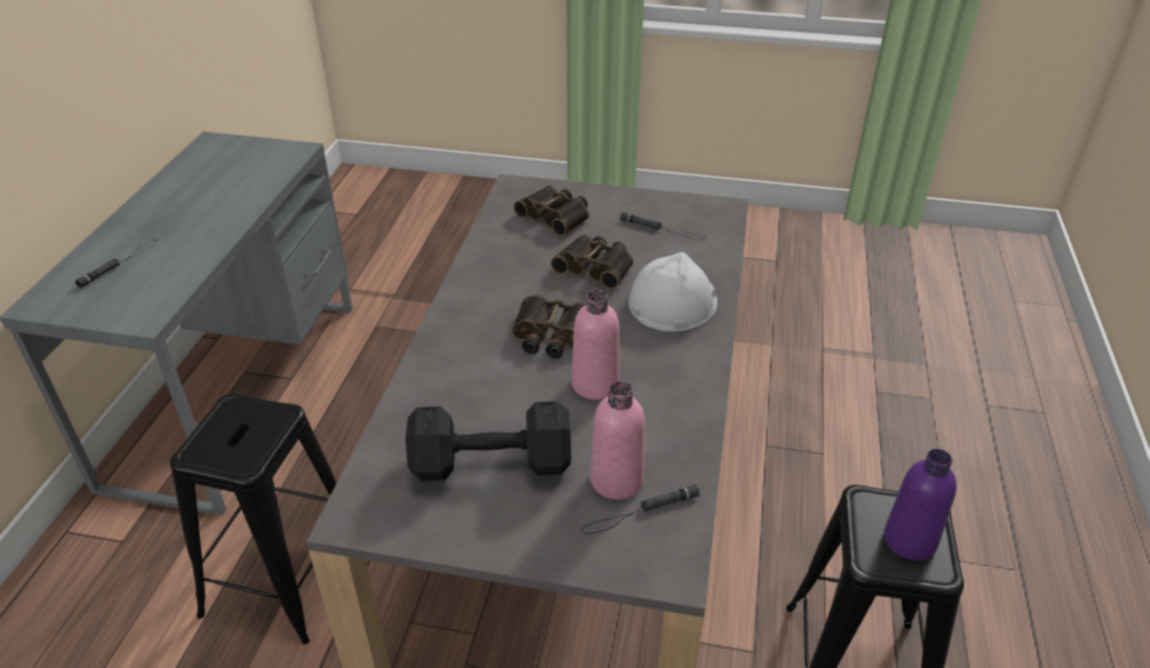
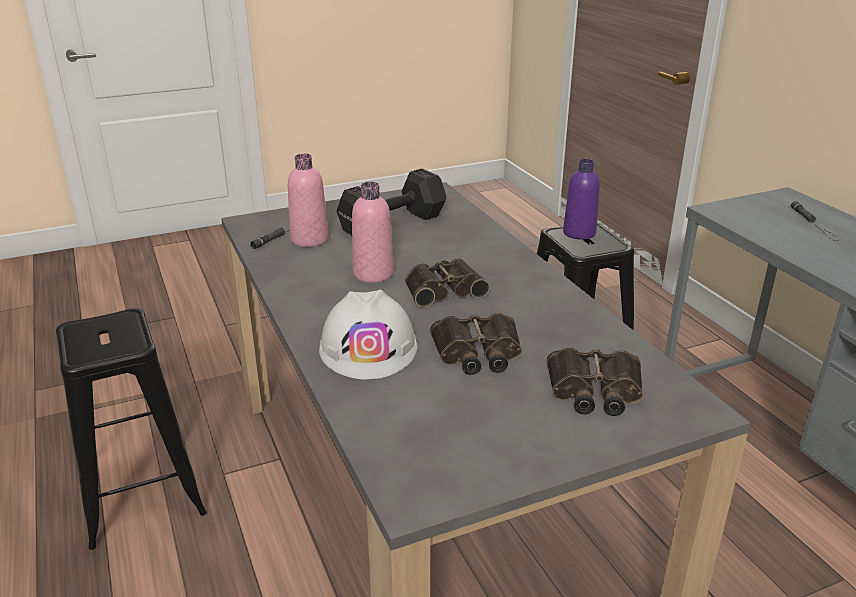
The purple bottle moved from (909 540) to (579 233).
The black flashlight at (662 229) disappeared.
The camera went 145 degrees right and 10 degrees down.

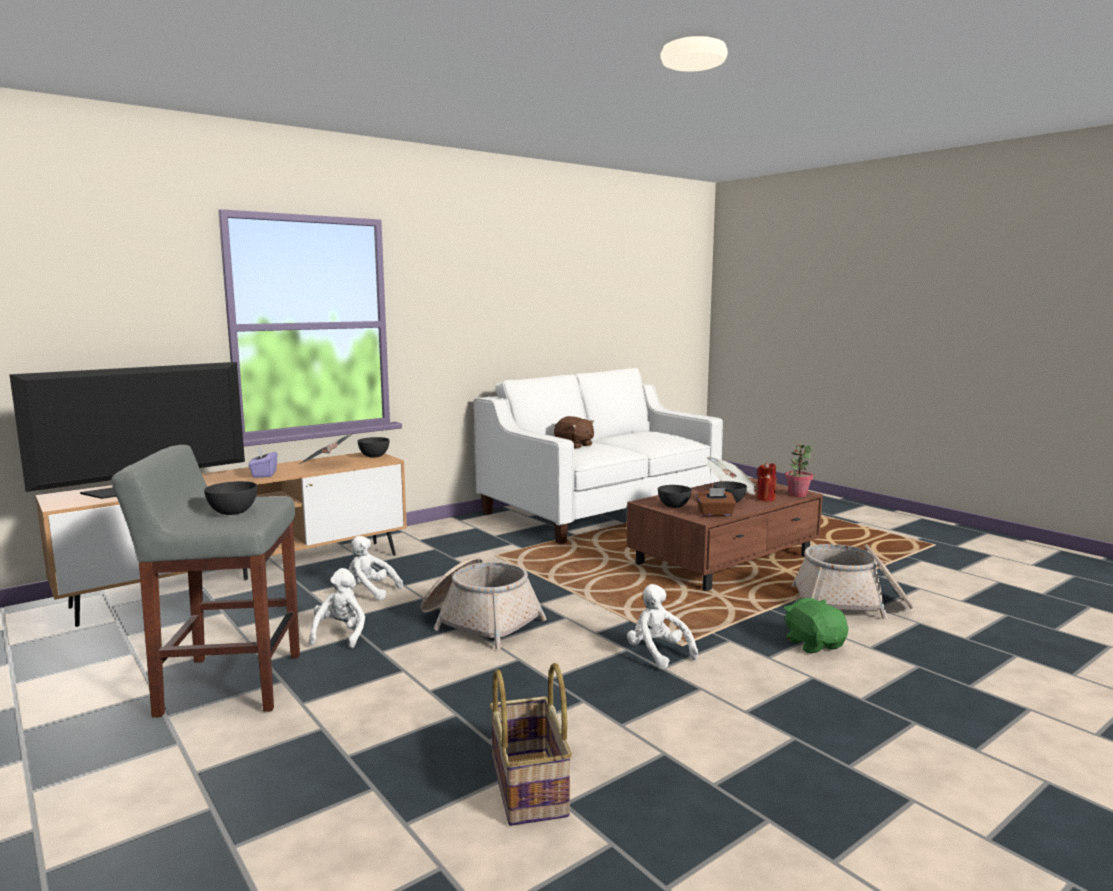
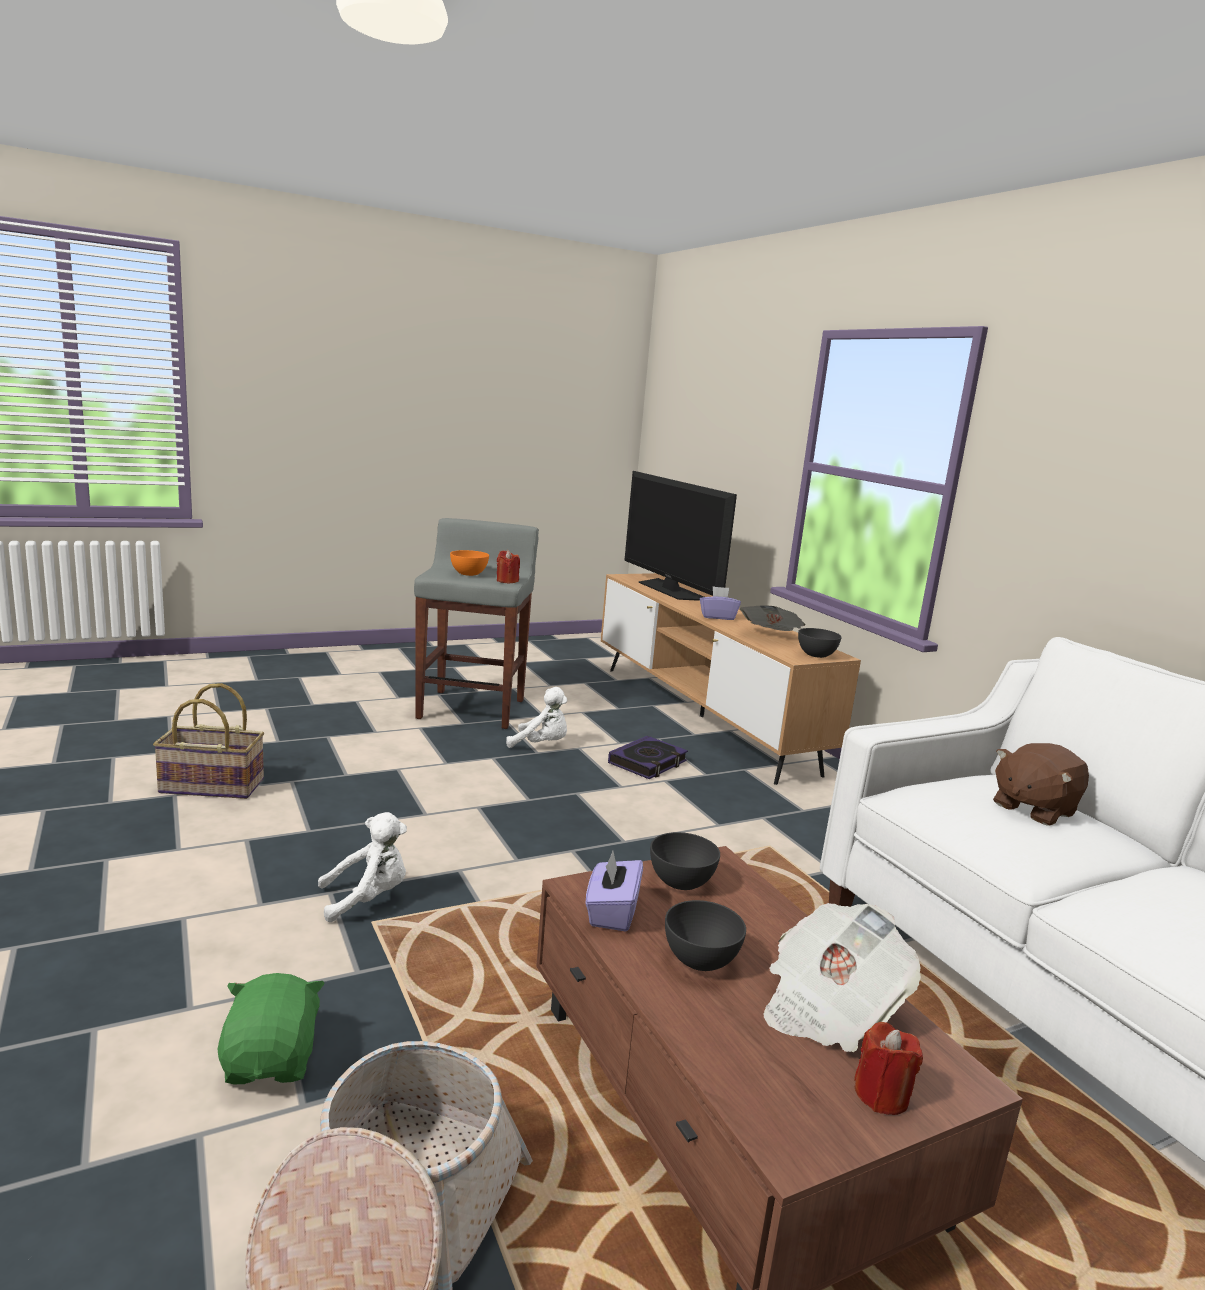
The green plush toy at (814 644) turned 90 degrees counterclockwise.
The grey bowl at (233 512) became the orange bowl at (469 574).
The red candle moved from (766 499) to (507 581).
The brown tissue box at (715 514) became the purple tissue box at (611 912).
The white plush toy at (369 592) was replaced by the book at (648 763).
The basket at (479 621) disappeared.
The potted plant at (797 495) disappeared.
The camera went 100 degrees right and 5 degrees up.

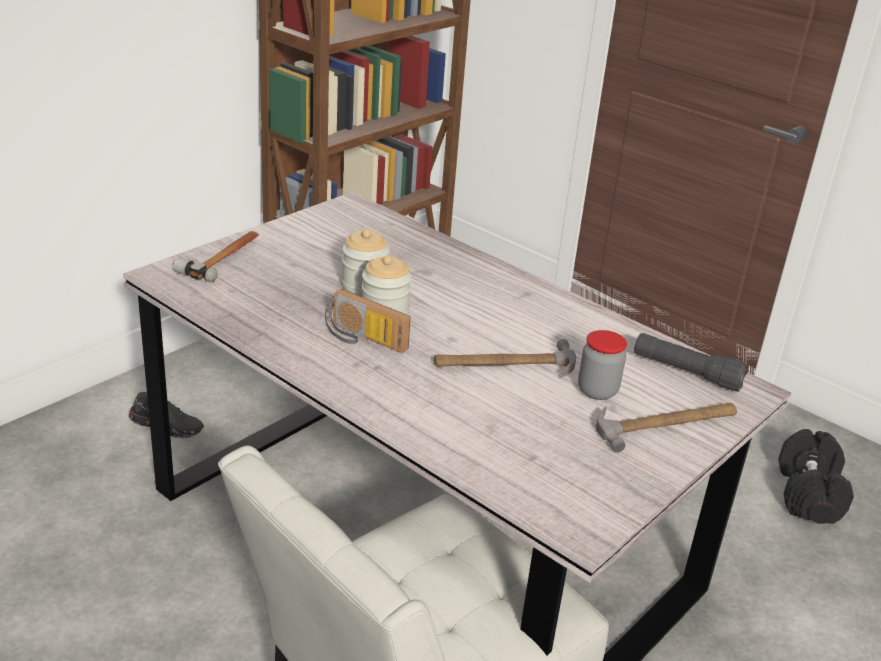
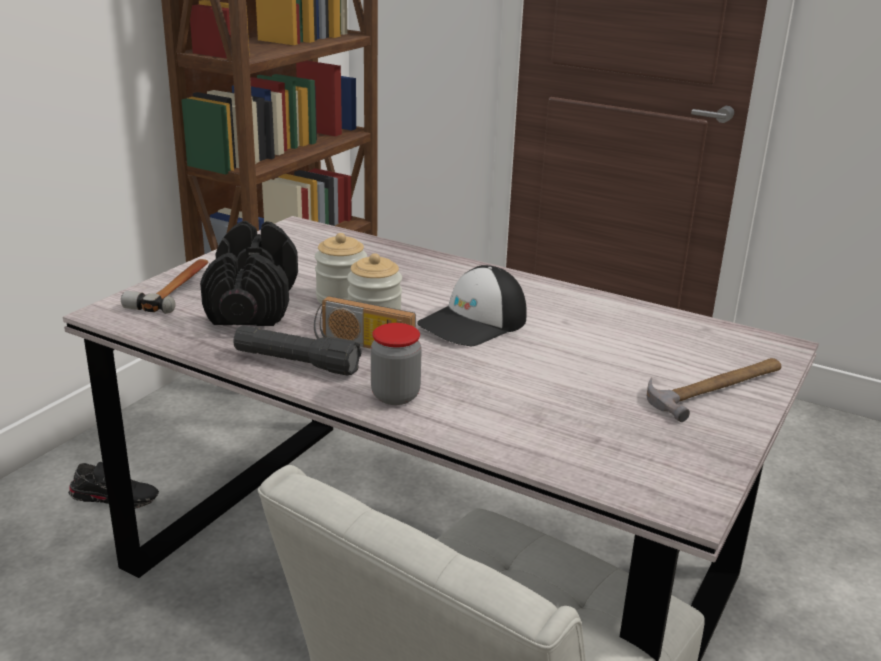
The black dumbbell moved from (809 494) to (253 303).
The black flashlight moved from (686 372) to (296 363).
The jar moved from (597 391) to (395 396).
The cap at (474 323) appeared.
The hammer at (504 364) disappeared.
The camera went 10 degrees left and 5 degrees down.

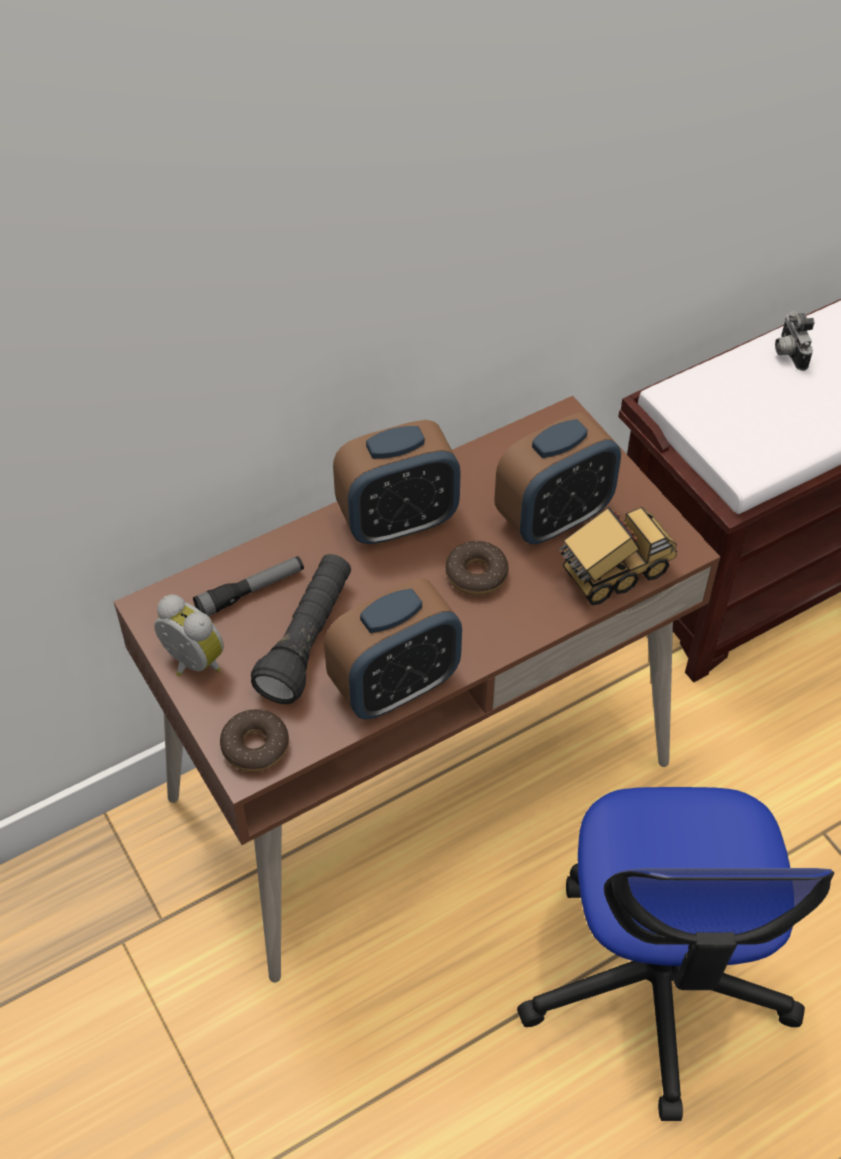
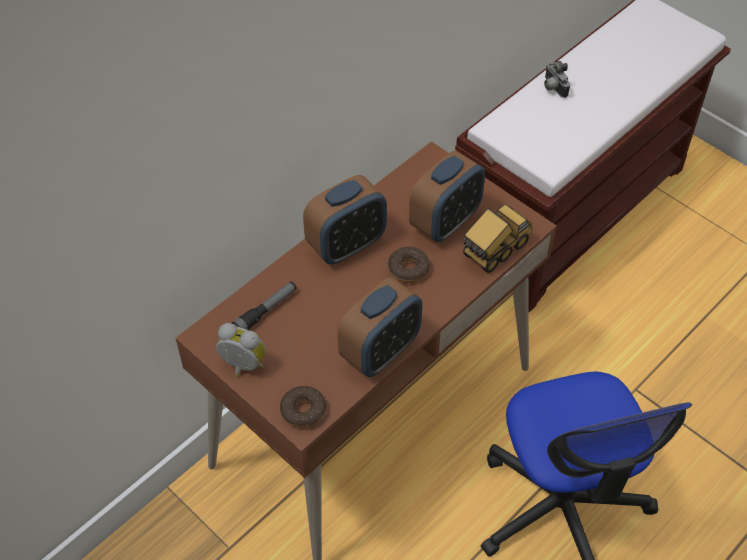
The black flashlight at (307 639) disappeared.
The camera went 15 degrees left and 0 degrees up.

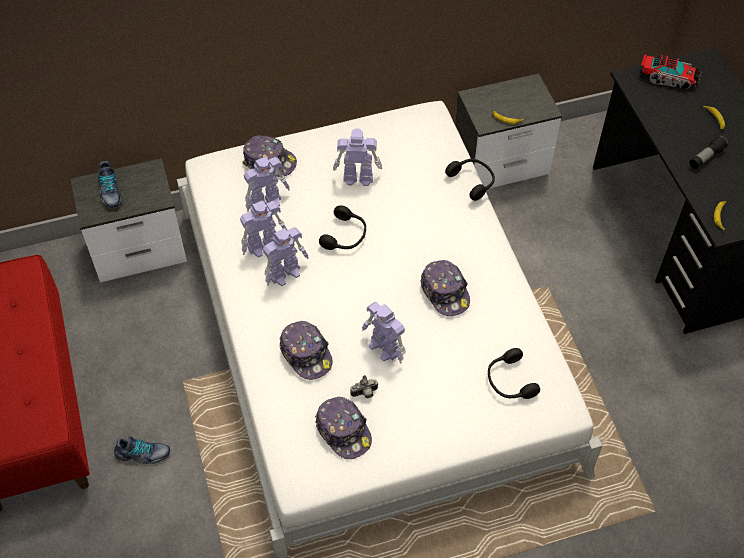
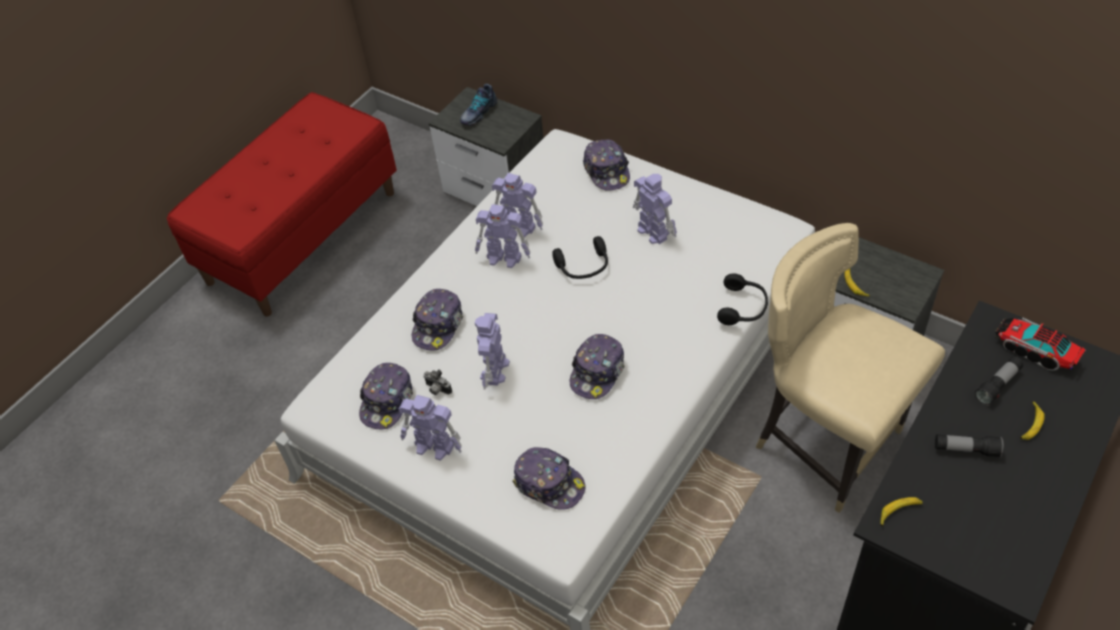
The toy robot moved from (267 202) to (435 447).
The black headphones at (509 381) was replaced by the cap at (549 483).
The beige chair at (827 443) appeared.
The flashlight at (997 385) appeared.
The toy truck at (668 78) turned 150 degrees clockwise.
The shoe at (143 454) disappeared.
The camera went 55 degrees right and 5 degrees down.

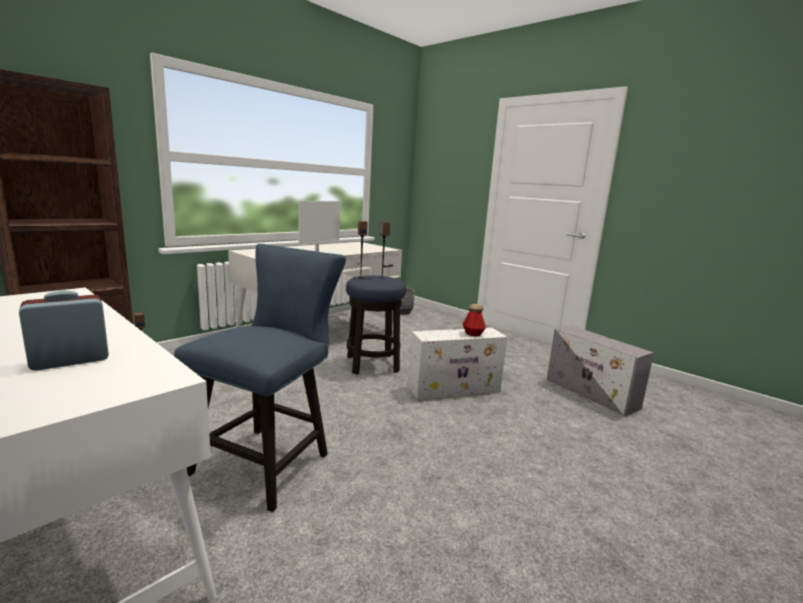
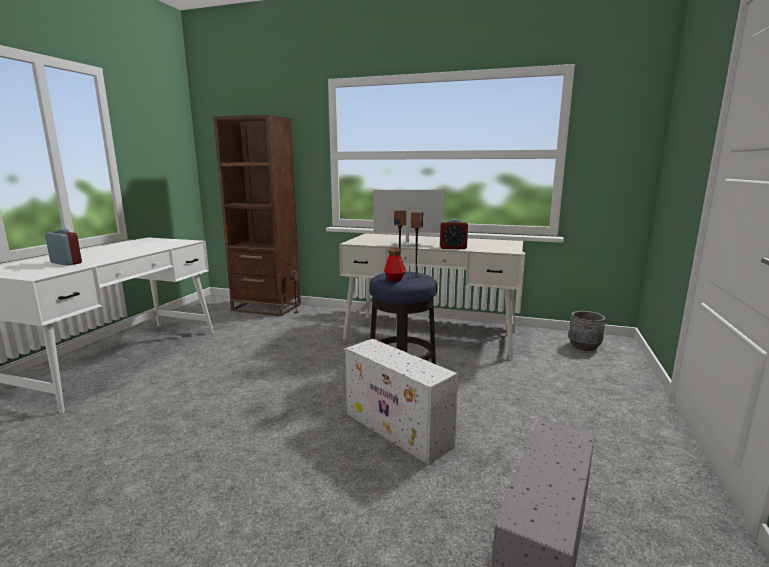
The bottle moved from (473 334) to (394 279).
The alarm clock at (453 248) appeared.
The blue chair at (268 460) disappeared.
The camera went 65 degrees right and 0 degrees up.

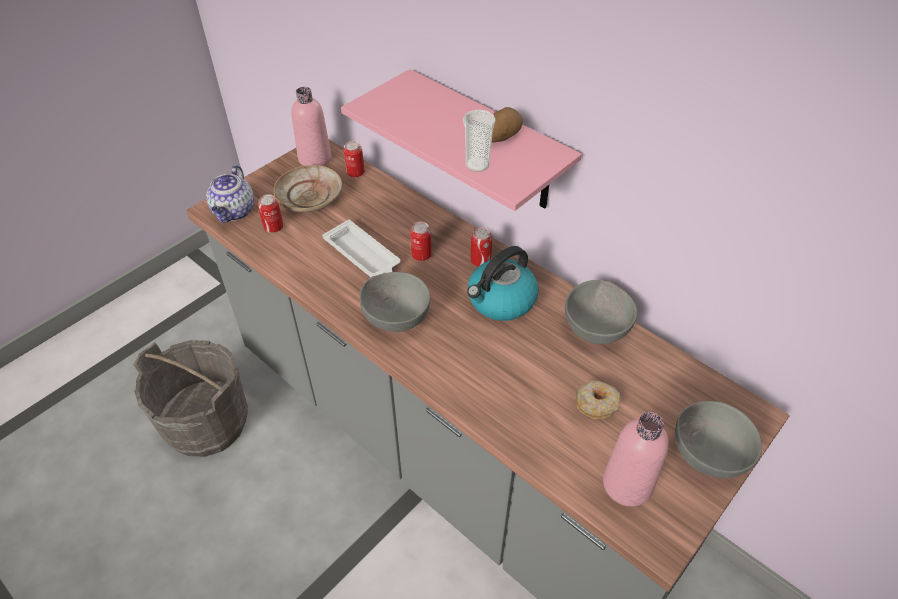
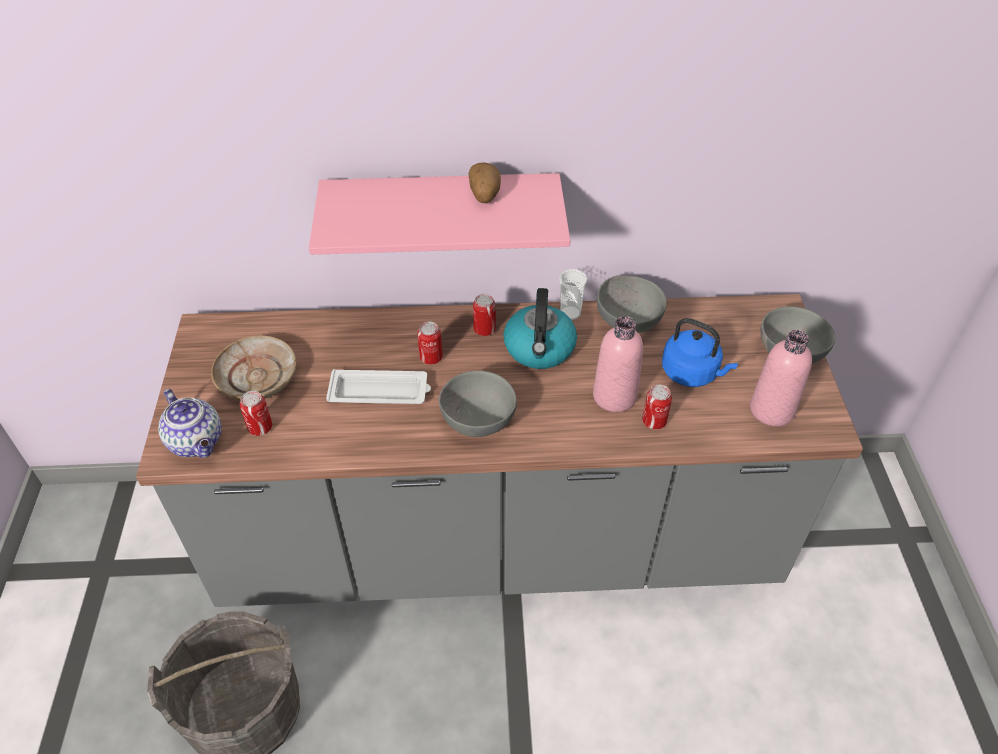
The cup moved from (477 165) to (570 313).
The pink bottle moved from (315 158) to (614 396).
The can moved from (355 173) to (654 421).
The donut at (596 403) was replaced by the blue kettle at (692 373).
The camera went 45 degrees left and 0 degrees up.

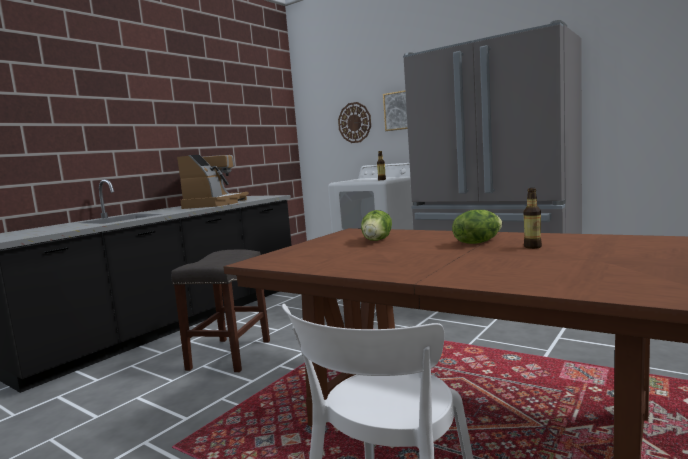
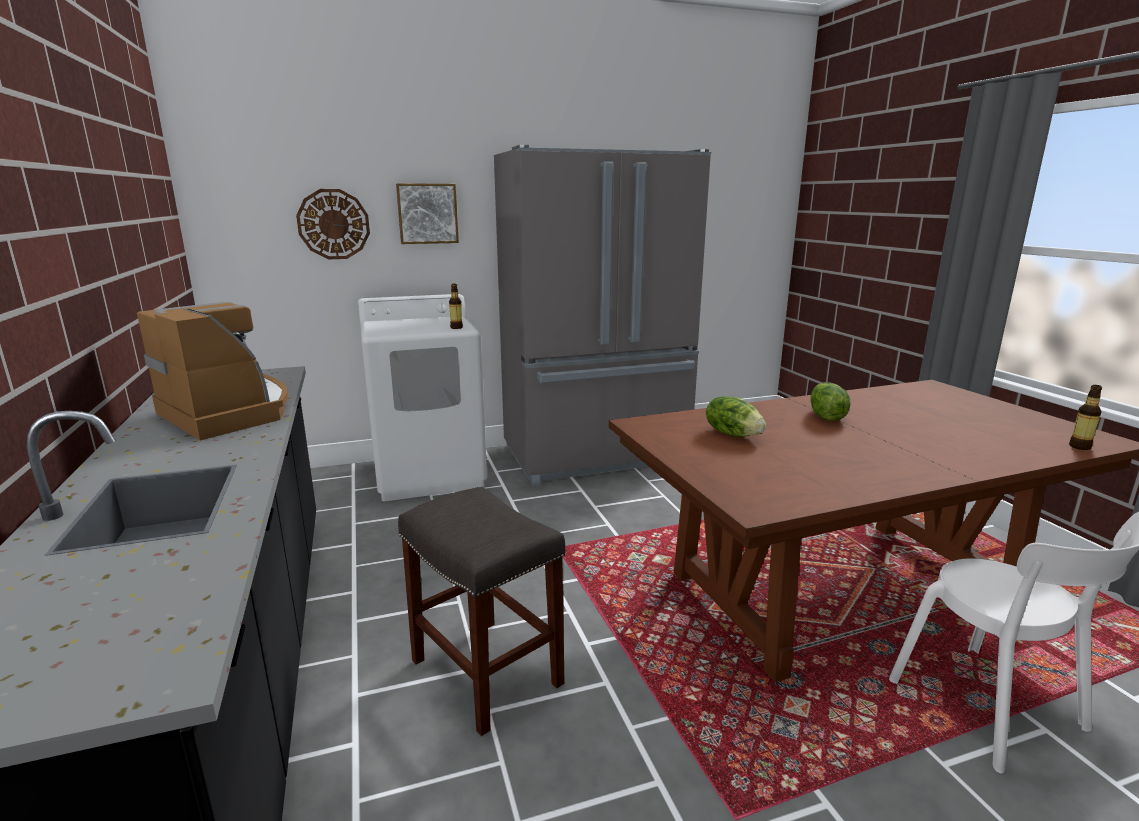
The bottle moved from (532 247) to (1079 447).
The camera went 55 degrees left and 10 degrees up.

